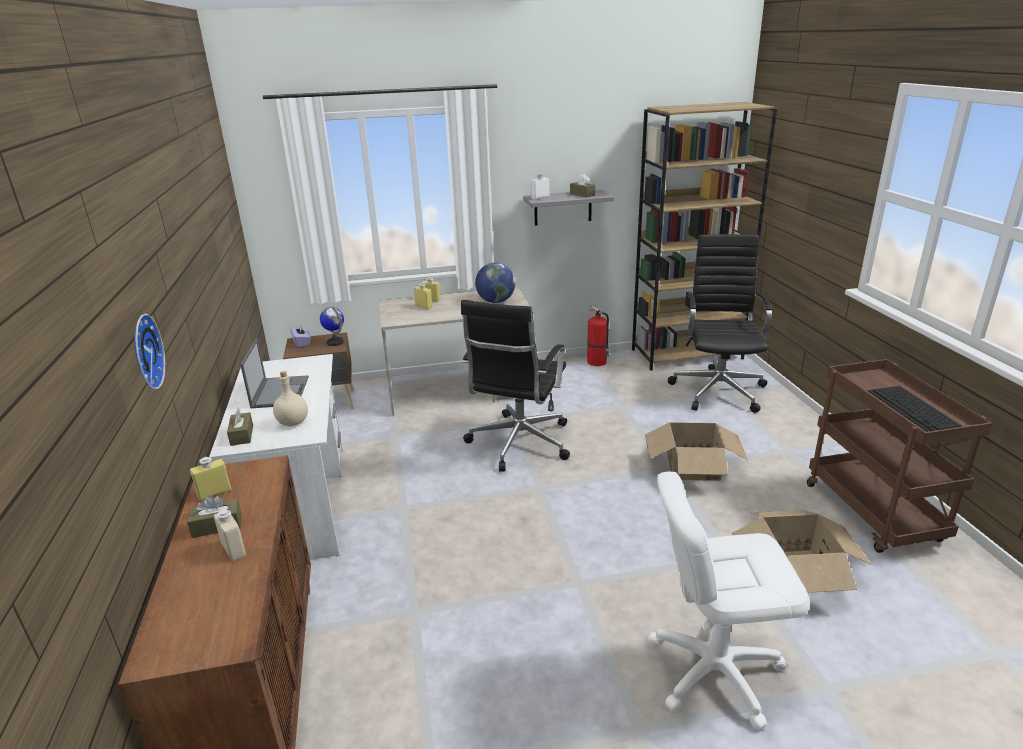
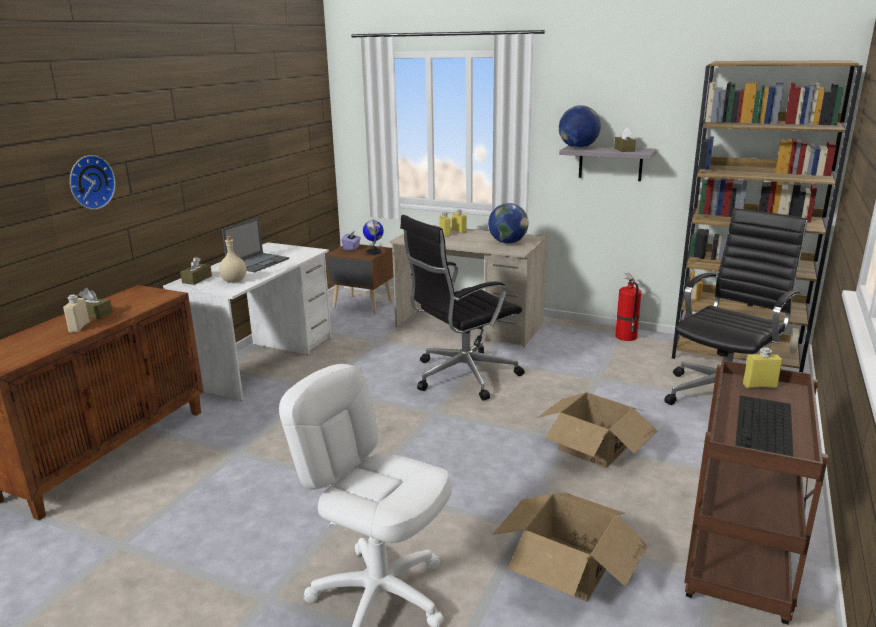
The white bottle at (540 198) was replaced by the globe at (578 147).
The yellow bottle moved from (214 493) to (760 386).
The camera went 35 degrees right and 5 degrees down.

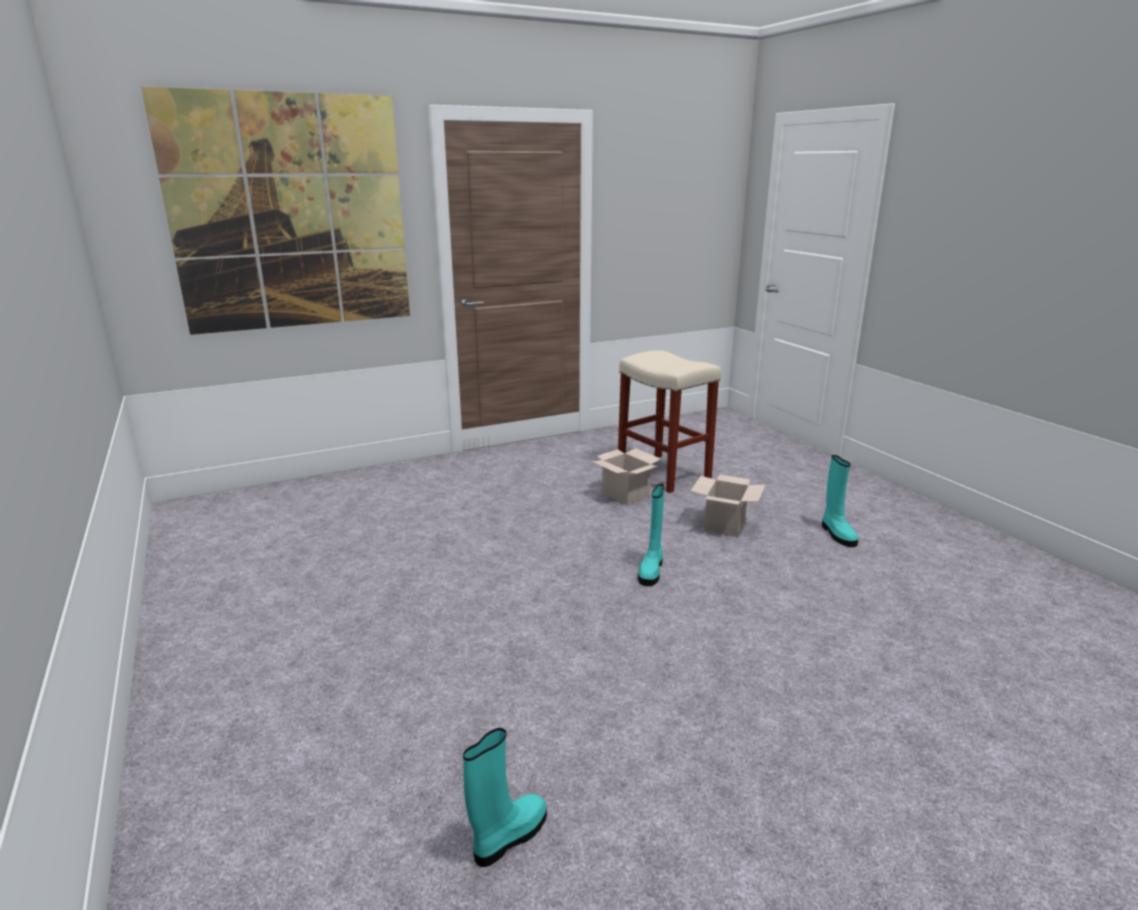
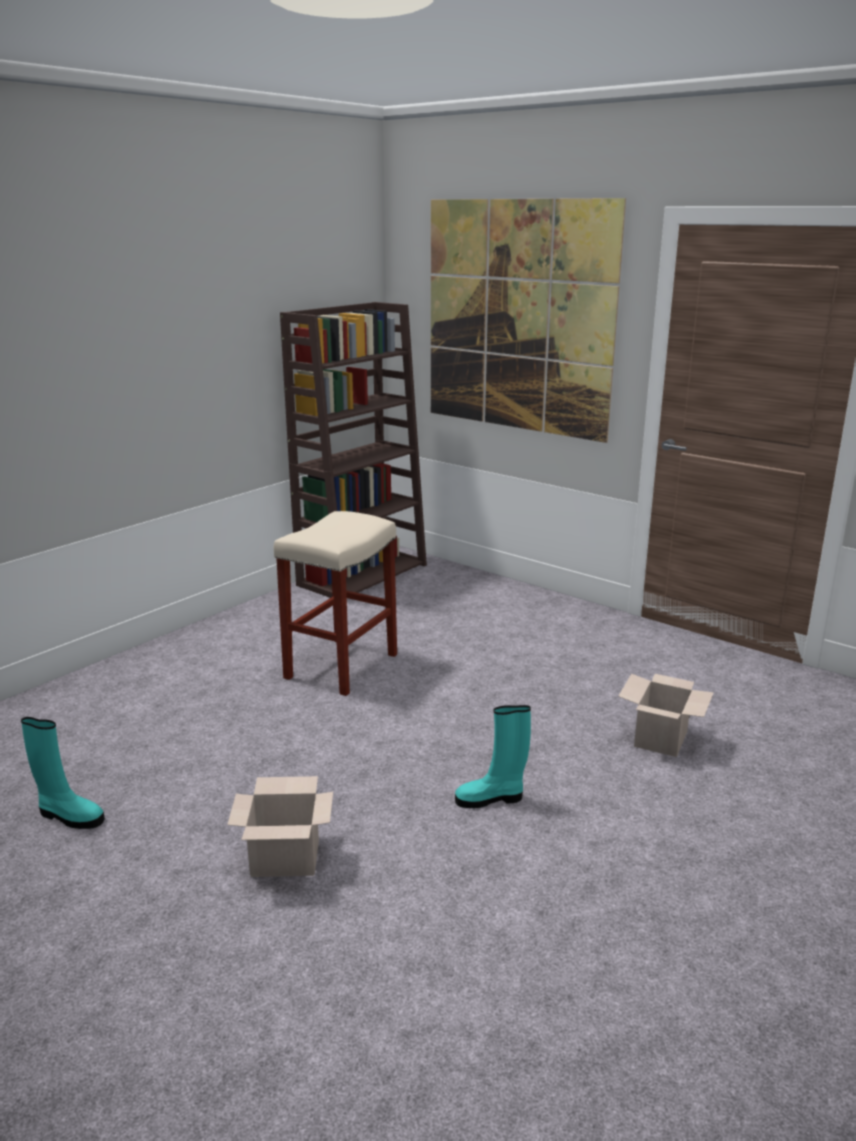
The cardboard box moved from (724 524) to (287 857).
The beige stool moved from (665 473) to (341 667).
The brown bookcase at (363 574) appeared.
The turquoise boot at (837 534) disappeared.
The camera went 65 degrees right and 0 degrees up.

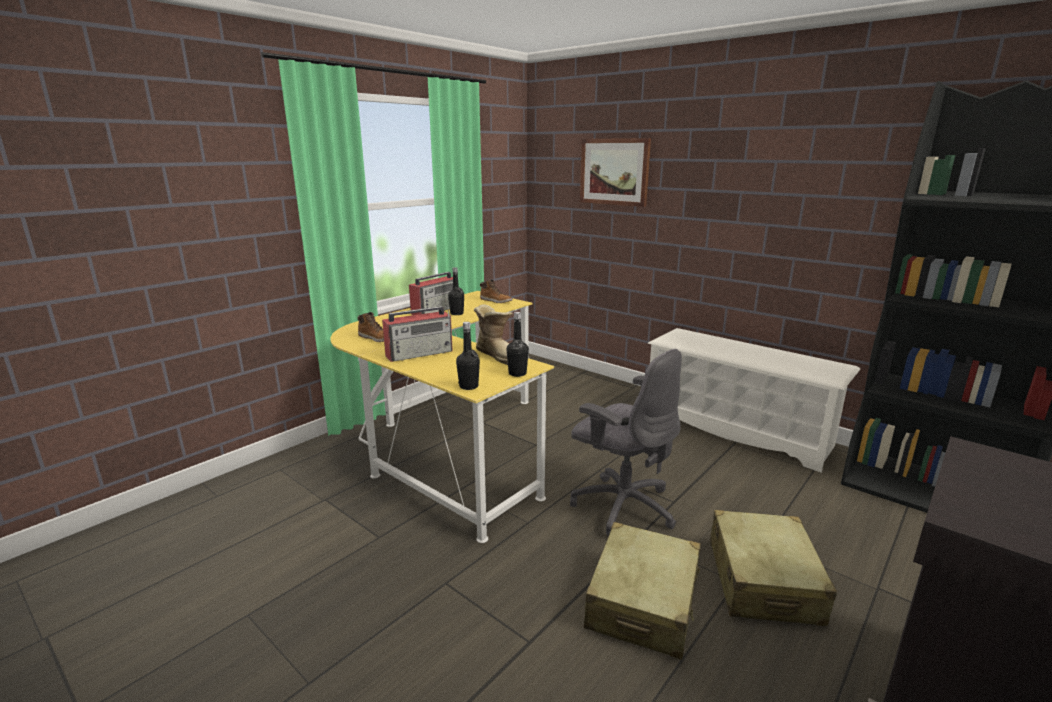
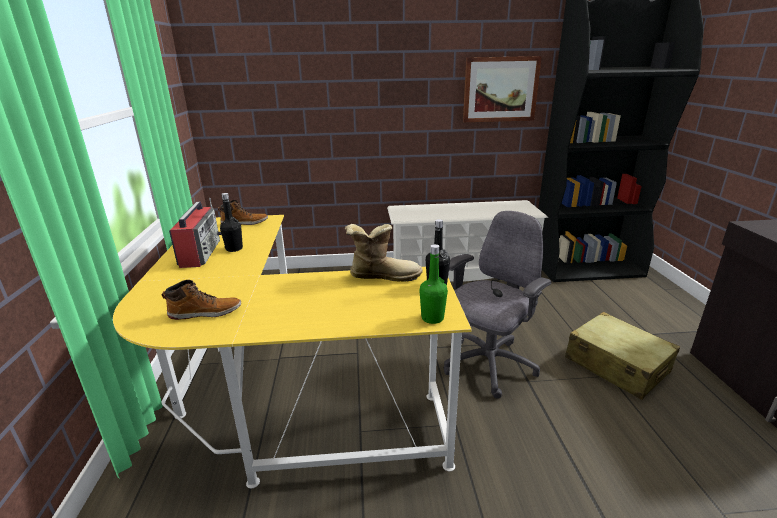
The black bottle at (468 386) became the green bottle at (432 318).
The grey office chair at (622 506) turned 45 degrees counterclockwise.
The picture moved from (614 172) to (500 89).
The radio at (420 353) disappeared.
The beige suitcase at (643 602) disappeared.
The camera went 45 degrees left and 5 degrees up.

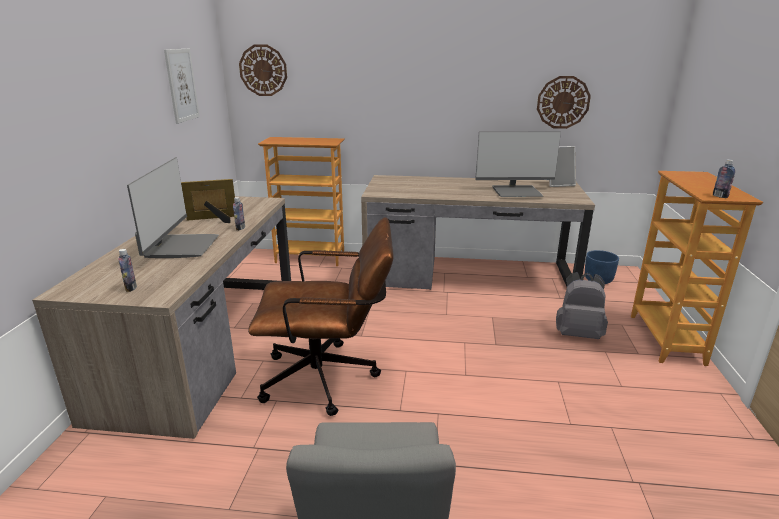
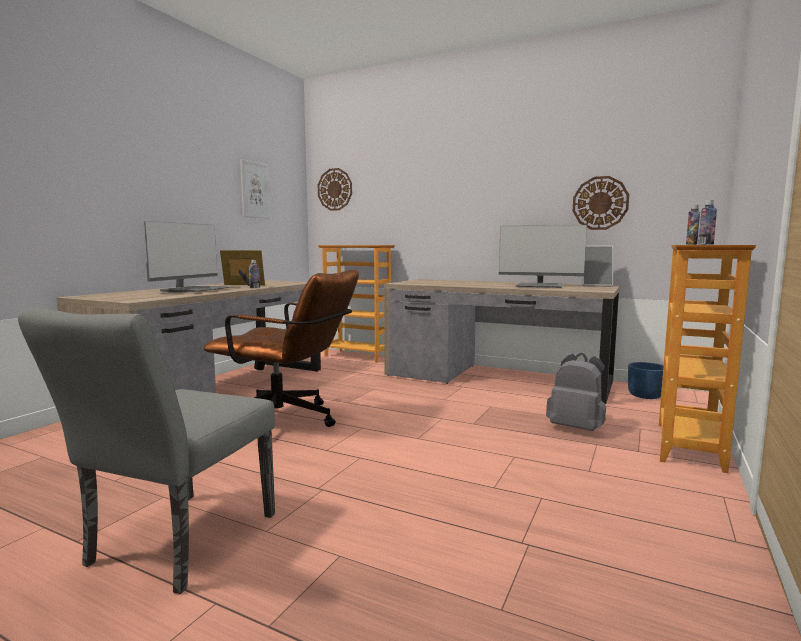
The bottle moved from (131 288) to (691 244).
The camera went 20 degrees right and 15 degrees down.

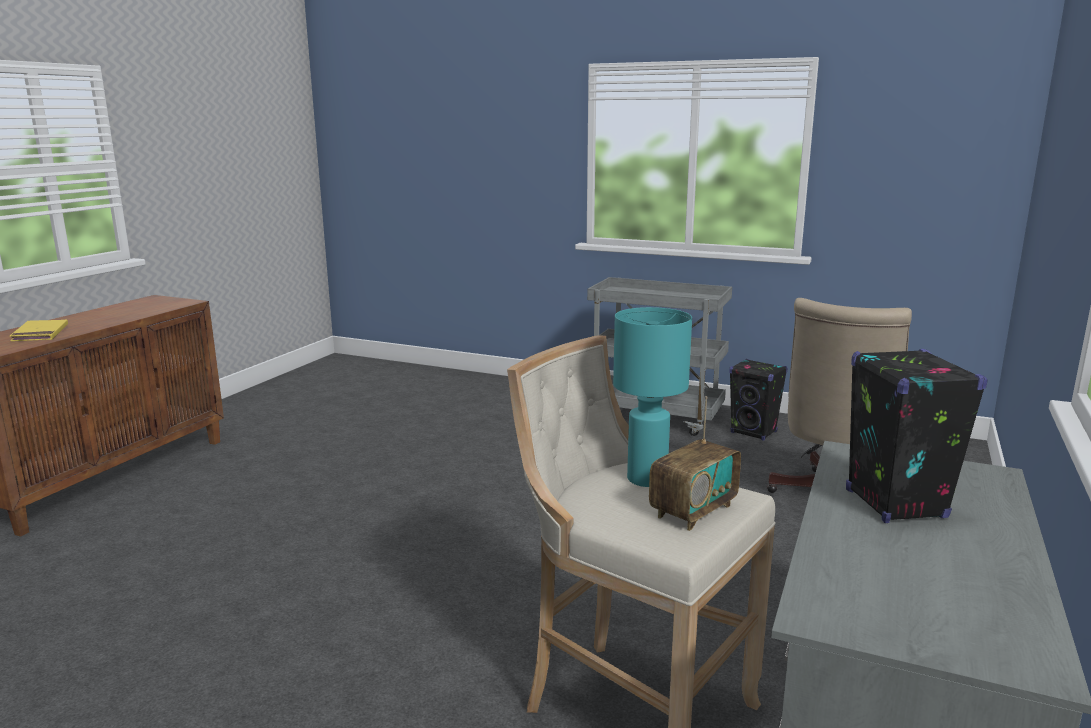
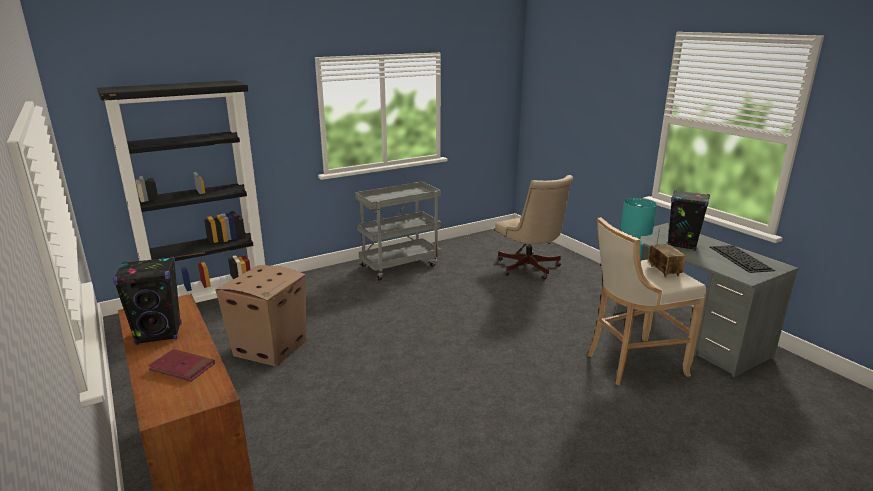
The black bookcase at (211 302) appeared.
The black speaker moved from (754 432) to (159 334).
The yellow book at (40 334) became the red book at (182 367).
The cardboard box at (271 348) appeared.
The keyboard at (741 258) appeared.
The camera went 55 degrees left and 5 degrees up.

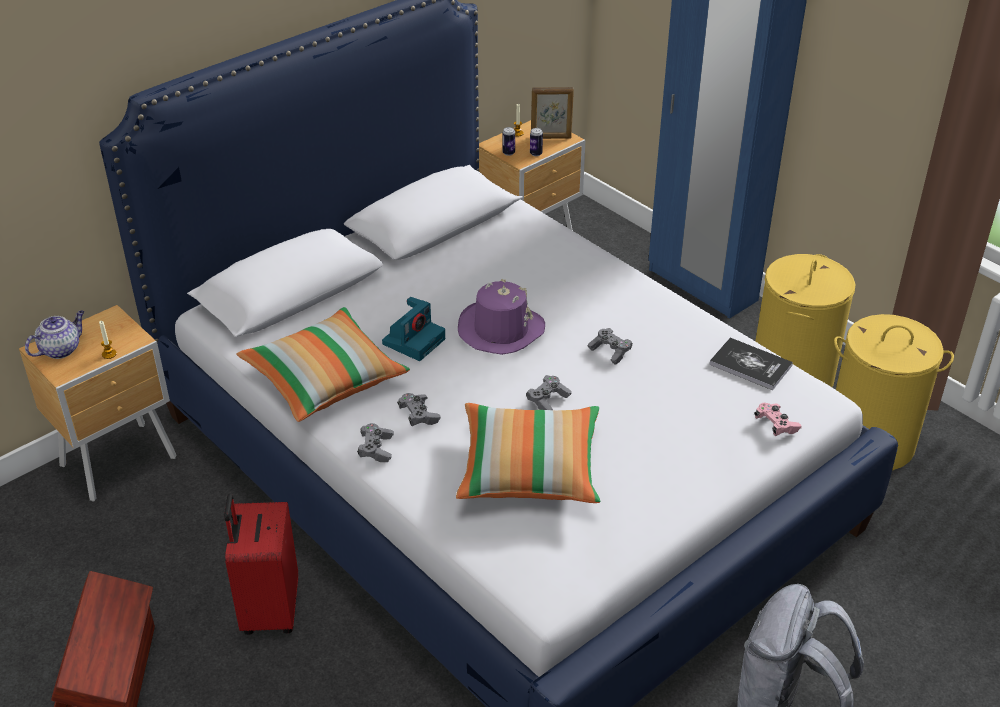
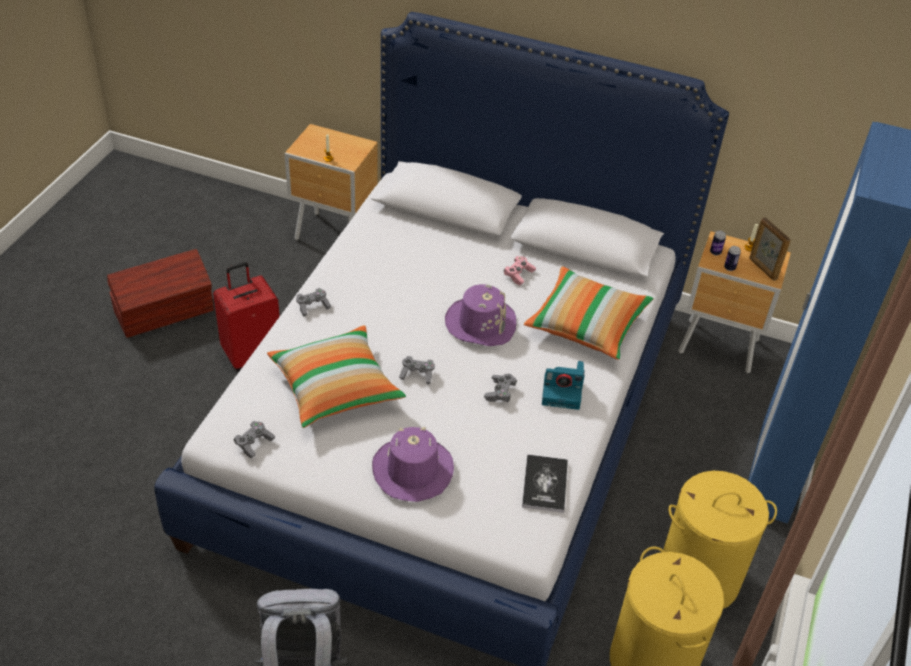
The grey game controller moved from (418 415) to (254 443).
The purple hat at (412 471) appeared.
The pink game controller moved from (776 425) to (519 274).
The pillow moved from (325 379) to (587 324).
The photo camera moved from (414 340) to (563 392).
The teapot at (61 349) disappeared.
The camera went 60 degrees right and 5 degrees up.

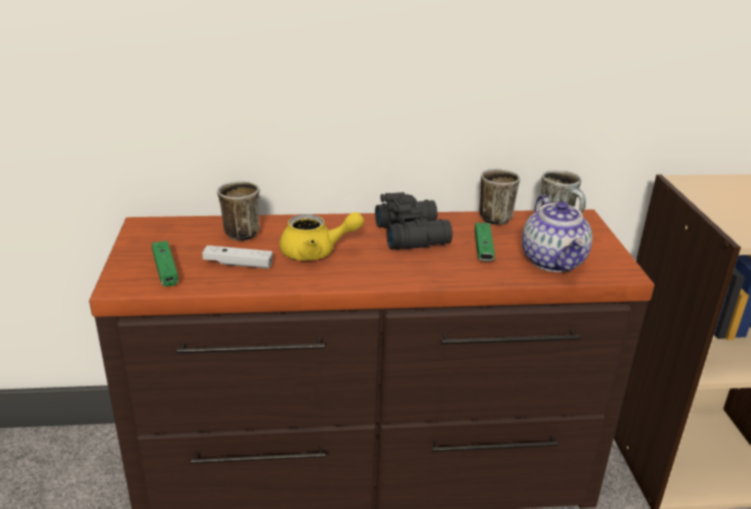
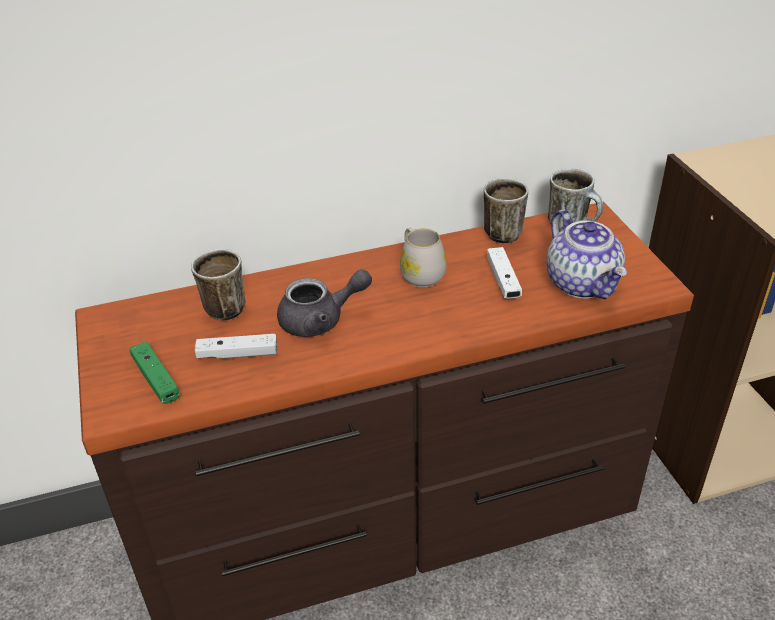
The yellow teapot at (316 252) became the grey teapot at (321 320).
The black binoculars at (413 234) was replaced by the white mug at (420 273).
The green game controller at (483 249) became the white game controller at (503 280).
The camera went 10 degrees left and 10 degrees up.

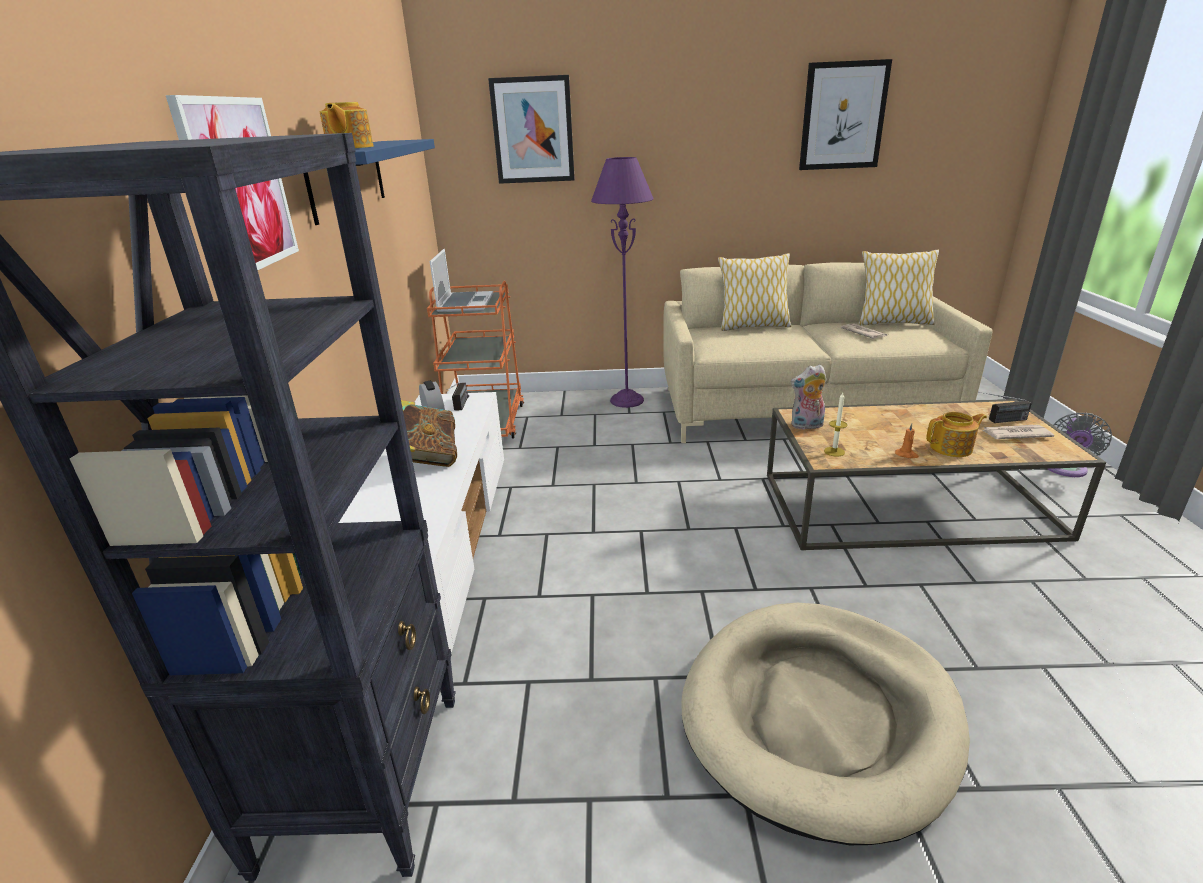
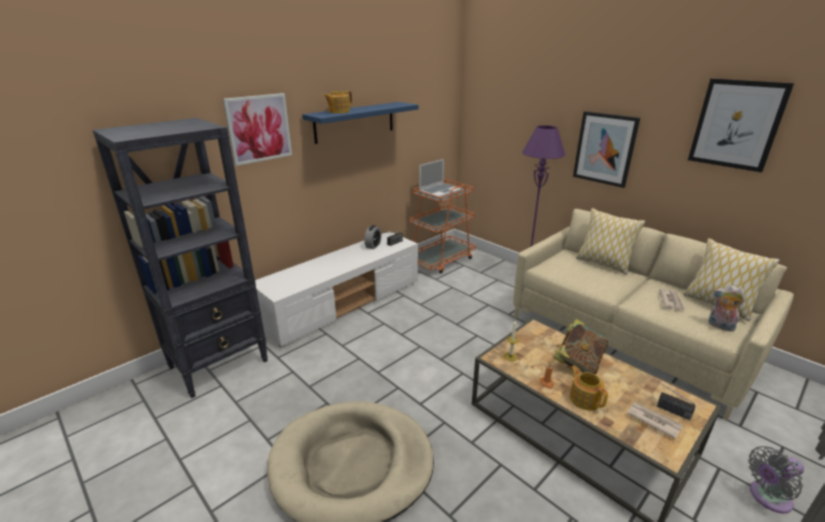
The book moved from (429 459) to (578 363).
The teapot at (952 448) turned 150 degrees counterclockwise.
The picture moved from (533 130) to (605 149).
The plush toy moved from (806 426) to (719 326).
The camera went 45 degrees right and 0 degrees up.

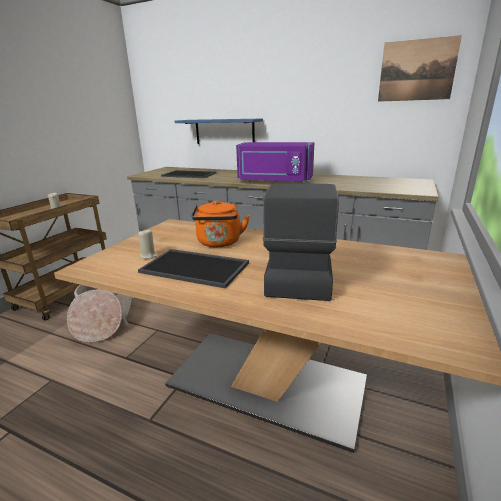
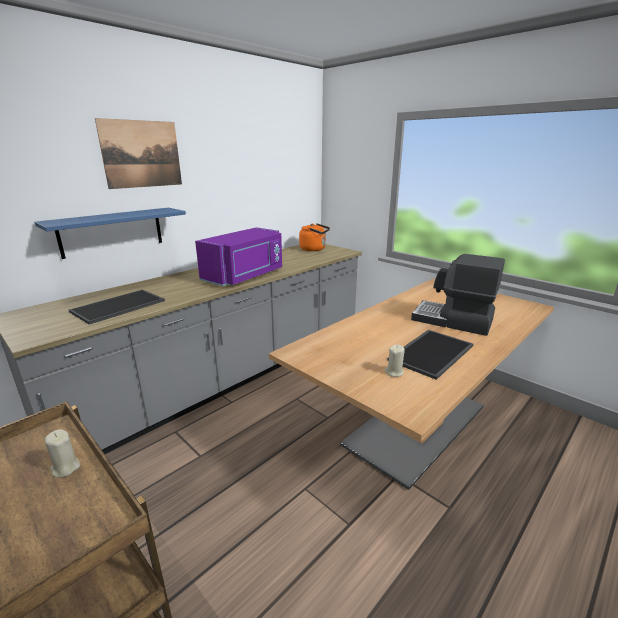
The picture moved from (416 70) to (142 154).
The orange kettle moved from (219 243) to (314 249).
The basket at (103 320) disappeared.
The camera went 70 degrees left and 0 degrees up.

